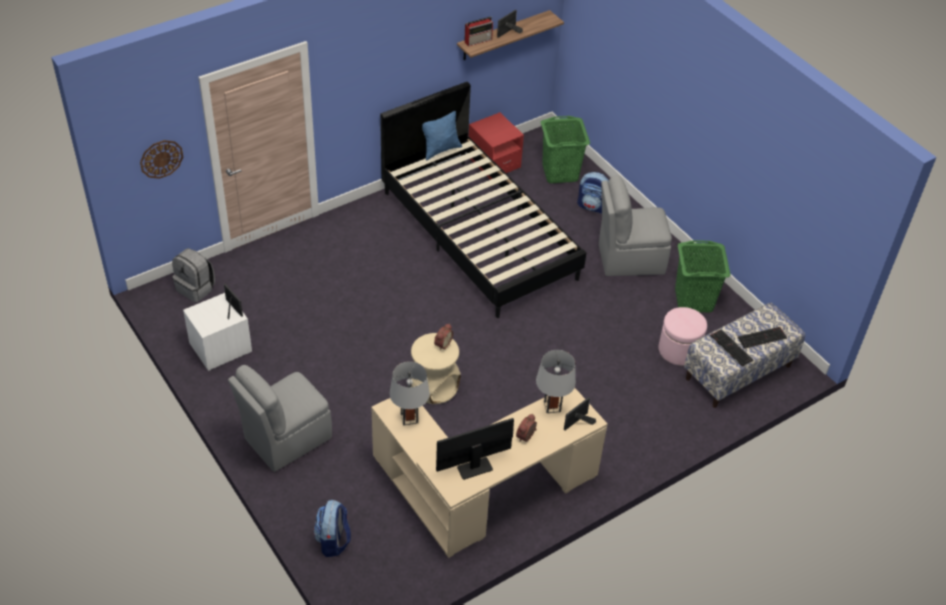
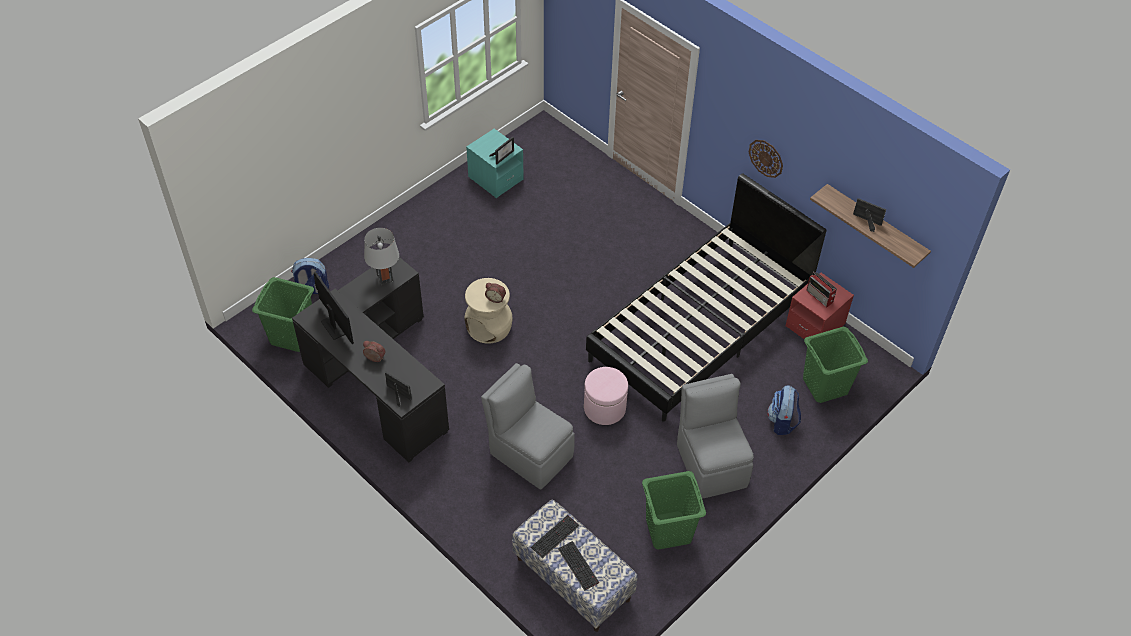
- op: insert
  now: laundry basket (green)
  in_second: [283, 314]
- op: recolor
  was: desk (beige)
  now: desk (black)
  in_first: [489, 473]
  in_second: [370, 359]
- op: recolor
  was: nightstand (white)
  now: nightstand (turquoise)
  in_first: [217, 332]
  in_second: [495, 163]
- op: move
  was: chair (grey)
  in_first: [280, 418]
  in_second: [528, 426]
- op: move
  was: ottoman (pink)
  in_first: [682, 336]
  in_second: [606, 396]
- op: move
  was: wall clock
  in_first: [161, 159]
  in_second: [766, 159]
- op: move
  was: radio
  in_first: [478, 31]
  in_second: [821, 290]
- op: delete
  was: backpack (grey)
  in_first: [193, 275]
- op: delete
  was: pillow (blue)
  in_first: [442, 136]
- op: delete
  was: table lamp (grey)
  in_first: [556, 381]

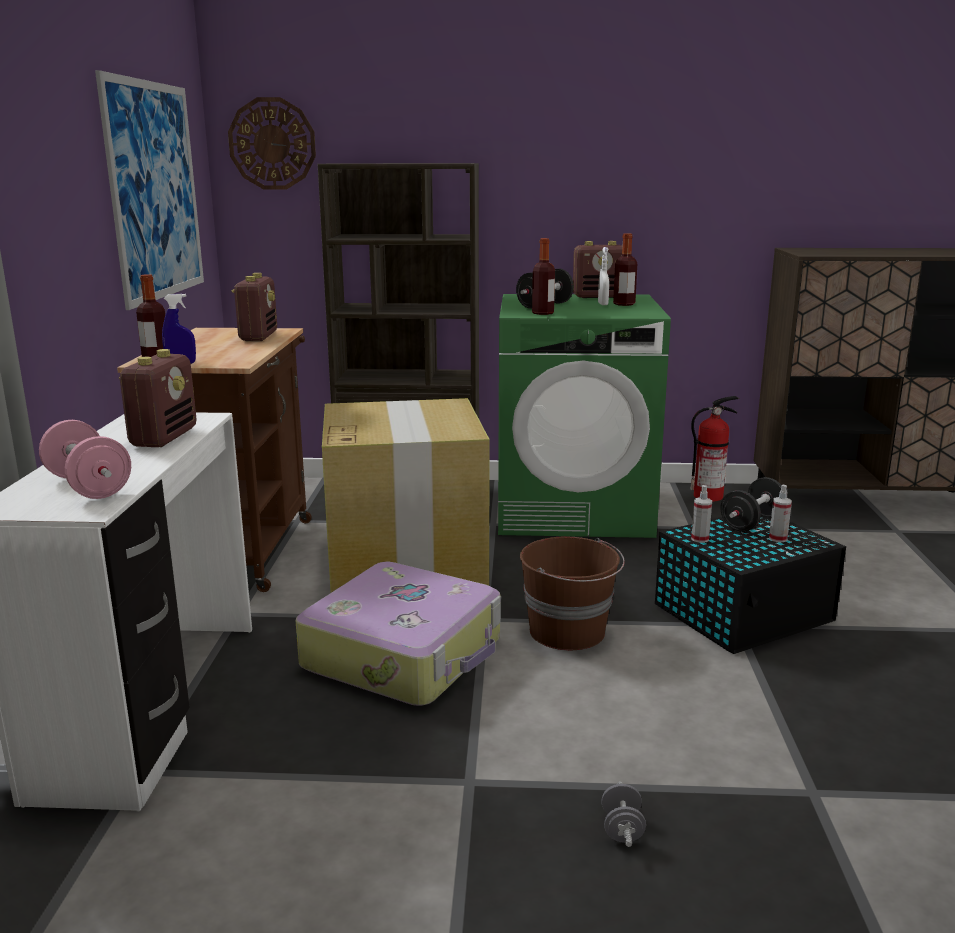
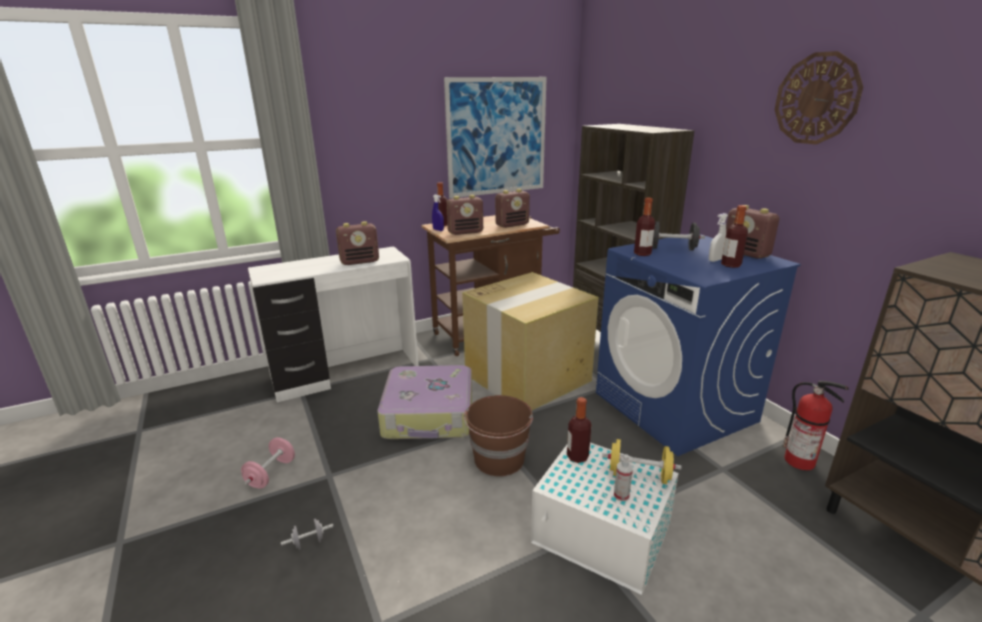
- op: move
  was: dumbbell (pink)
  in_first: [85, 459]
  in_second: [268, 462]
- op: insert
  now: radio
  in_second: [464, 215]
- op: recolor
  was: storage box (black)
  now: storage box (white)
  in_first: [750, 585]
  in_second: [605, 519]
- op: replace
  was: spray bottle
  now: bottle
  in_first: [701, 514]
  in_second: [579, 430]
- op: recolor
  was: washing machine (green)
  now: washing machine (blue)
  in_first: [584, 416]
  in_second: [698, 345]
- op: recolor
  was: dumbbell (black)
  now: dumbbell (yellow)
  in_first: [750, 504]
  in_second: [642, 461]
- op: move
  was: wall clock
  in_first: [272, 143]
  in_second: [819, 97]

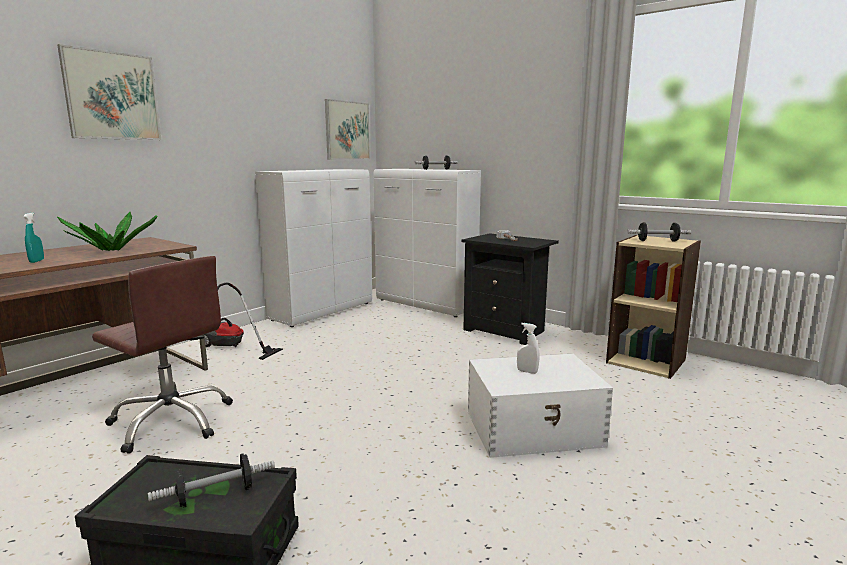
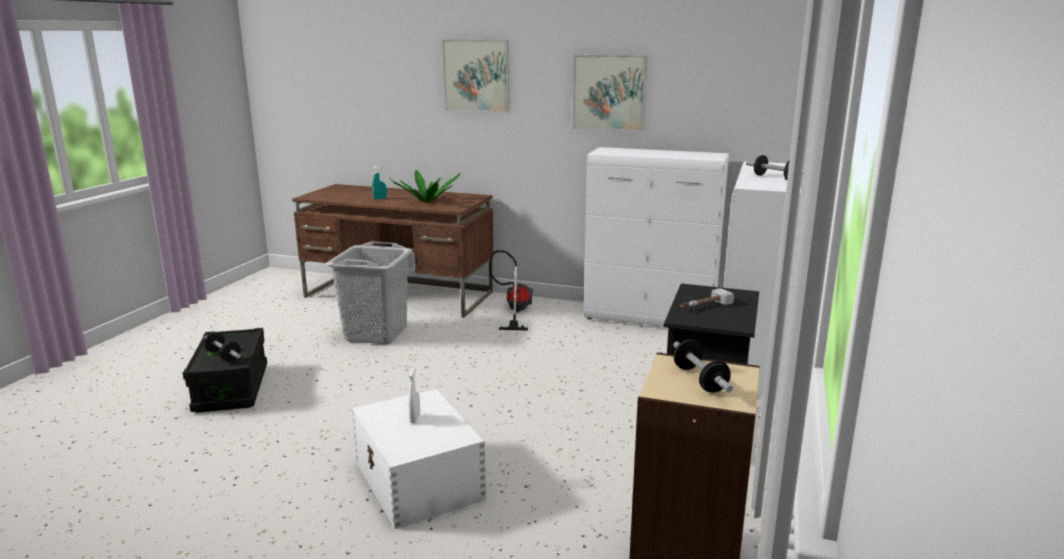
- op: replace
  was: office chair (brown)
  now: laundry basket (grey)
  in_first: [162, 355]
  in_second: [369, 292]
- op: move
  was: picture
  in_first: [347, 129]
  in_second: [609, 93]

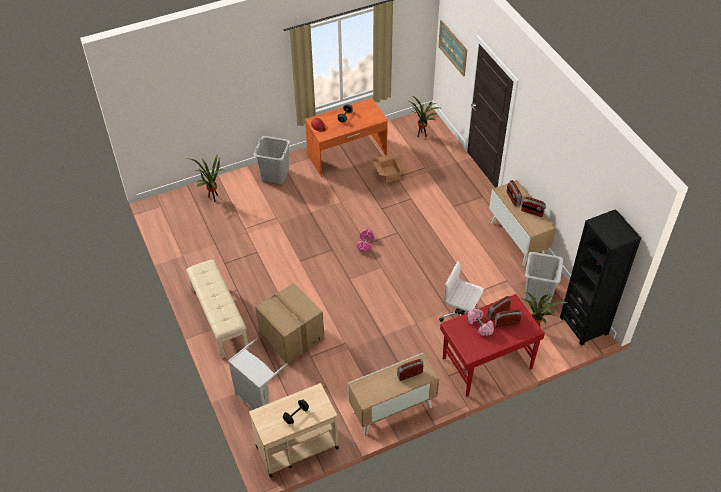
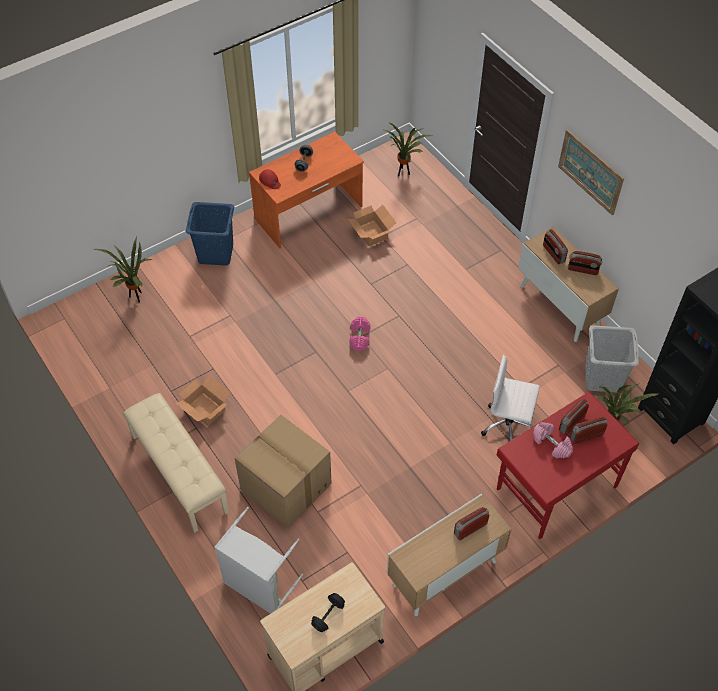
- op: insert
  now: cardboard box
  in_second: [203, 400]
- op: recolor
  was: laundry basket (grey)
  now: laundry basket (blue)
  in_first: [272, 160]
  in_second: [210, 234]
- op: move
  was: picture
  in_first: [452, 48]
  in_second: [591, 172]

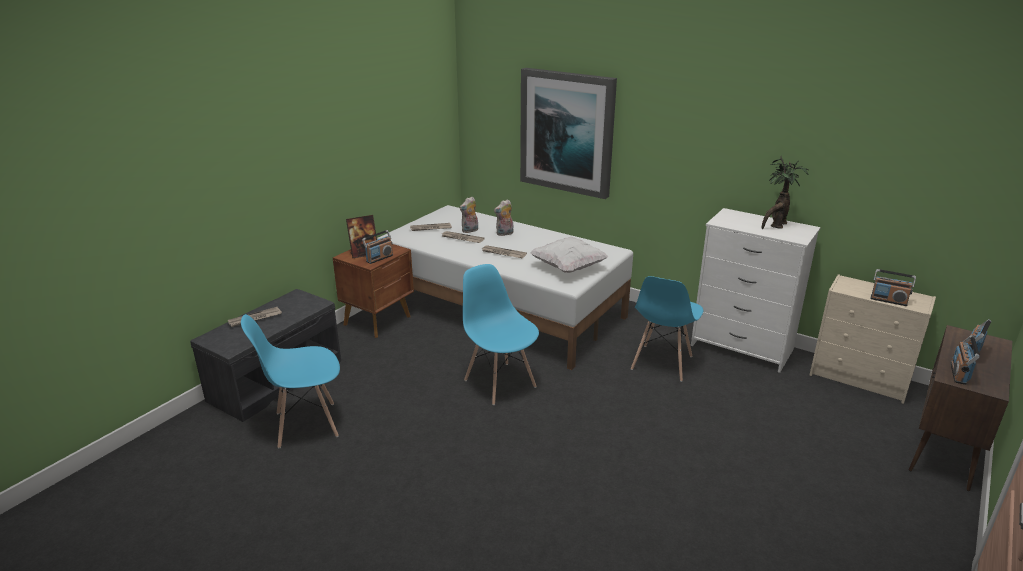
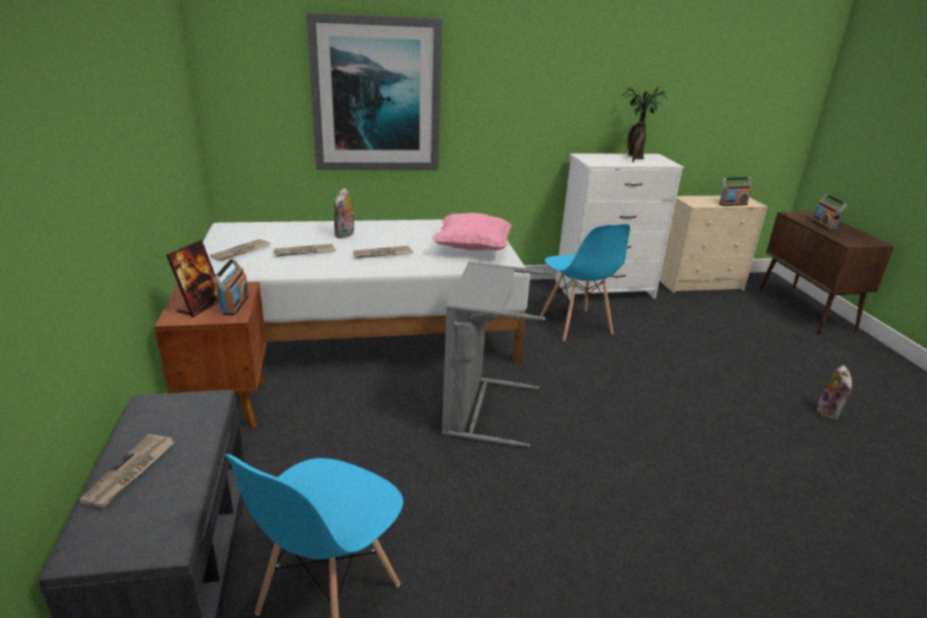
- op: recolor
  was: pillow (white)
  now: pillow (pink)
  in_first: [569, 255]
  in_second: [472, 232]
- op: replace
  was: chair (blue)
  now: laundry basket (grey)
  in_first: [501, 334]
  in_second: [497, 354]
- op: move
  was: plush toy
  in_first: [468, 214]
  in_second: [834, 392]
- op: delete
  was: radio
  in_first: [965, 360]

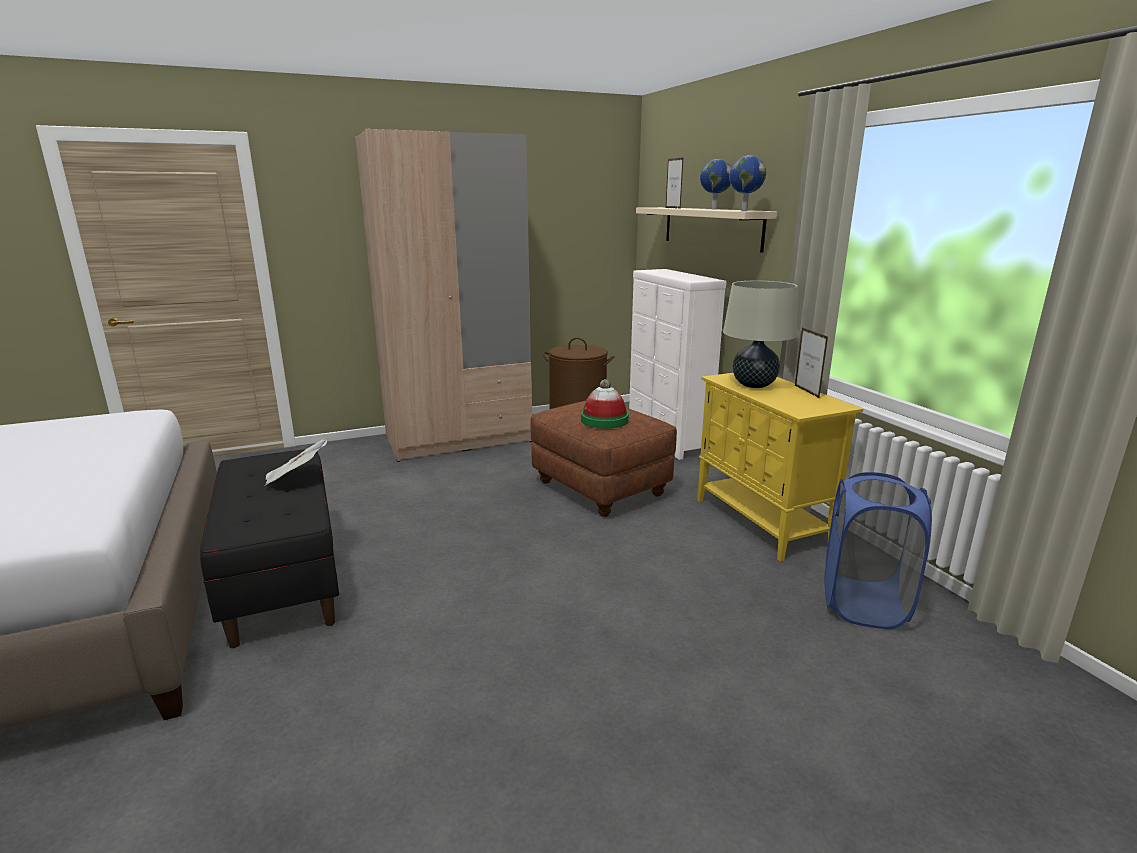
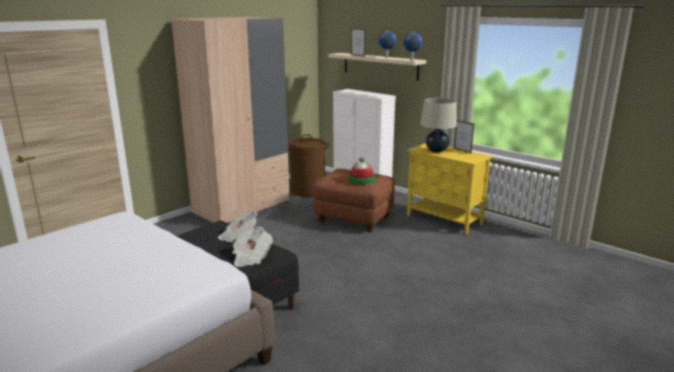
- op: insert
  now: newspaper
  in_second: [252, 247]
- op: delete
  was: laundry basket (blue)
  in_first: [878, 550]

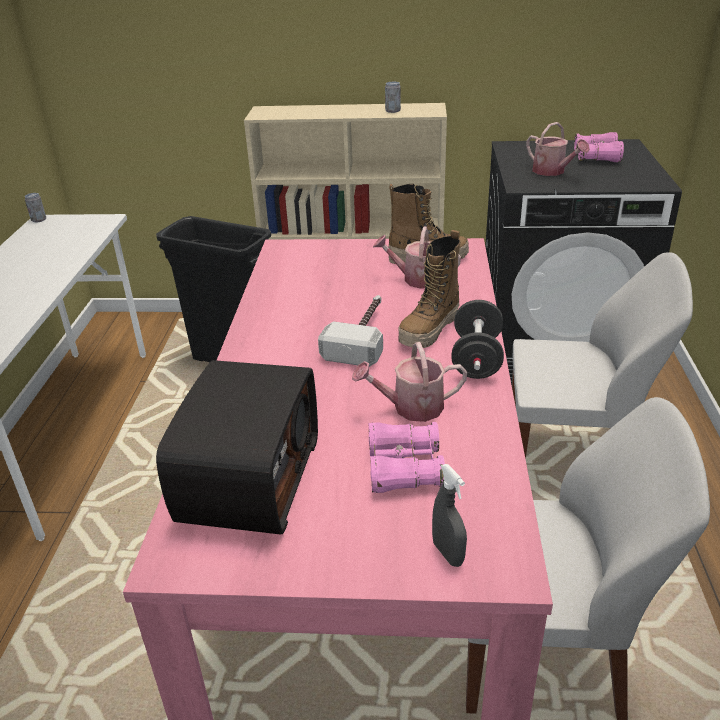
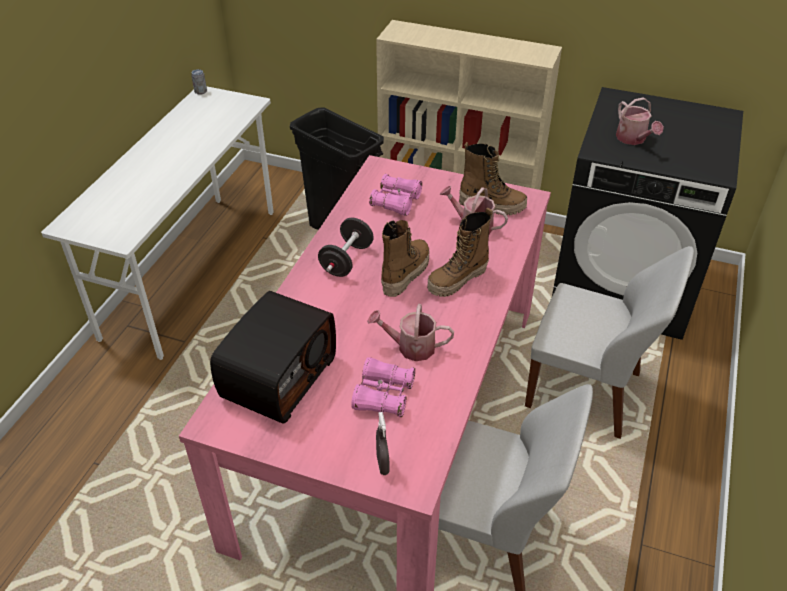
- op: move
  was: dumbbell (black)
  in_first: [477, 339]
  in_second: [346, 247]
- op: move
  was: binoculars (pink)
  in_first: [599, 147]
  in_second: [395, 195]
- op: replace
  was: hammer
  now: boot
  in_first: [350, 331]
  in_second: [405, 258]
- op: delete
  was: can
  in_first: [393, 97]

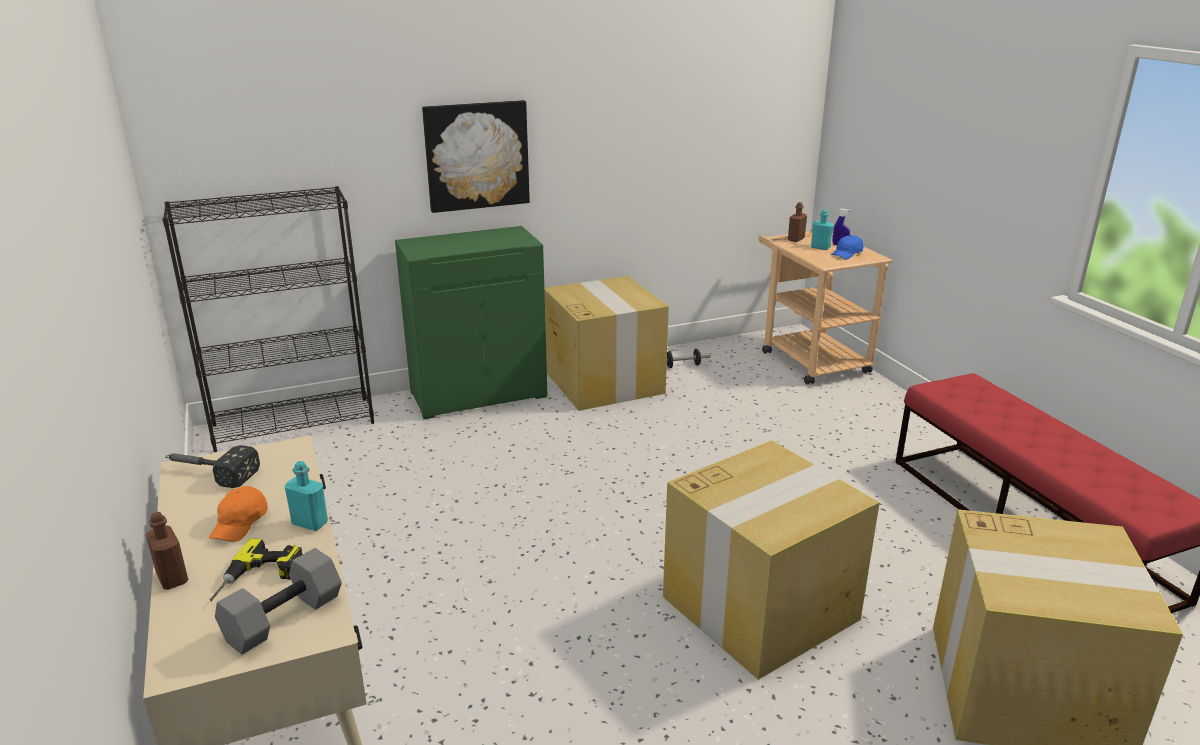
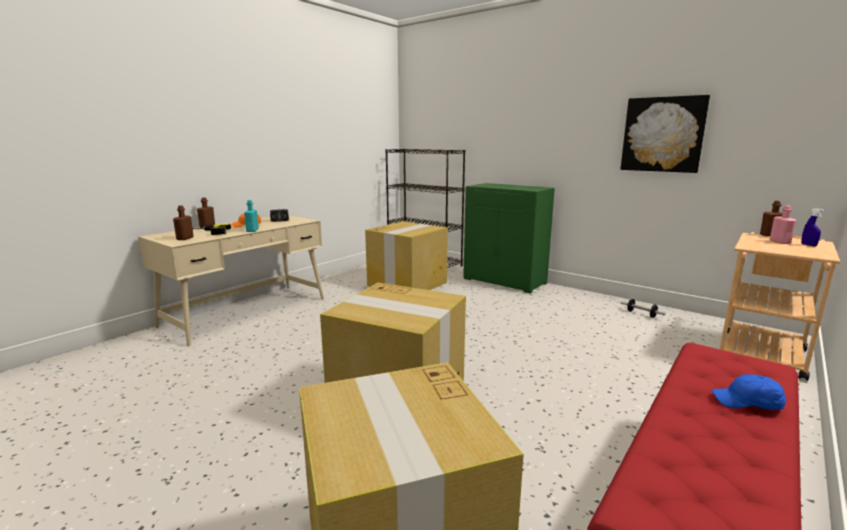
- op: replace
  was: dumbbell (grey)
  now: bottle (brown)
  in_first: [278, 601]
  in_second: [183, 222]
- op: move
  was: cardboard box
  in_first: [606, 343]
  in_second: [406, 255]
- op: move
  was: picture
  in_first: [476, 156]
  in_second: [665, 134]
- op: move
  was: cap (blue)
  in_first: [847, 247]
  in_second: [748, 392]
- op: recolor
  was: bottle (turquoise)
  now: bottle (pink)
  in_first: [822, 230]
  in_second: [783, 224]

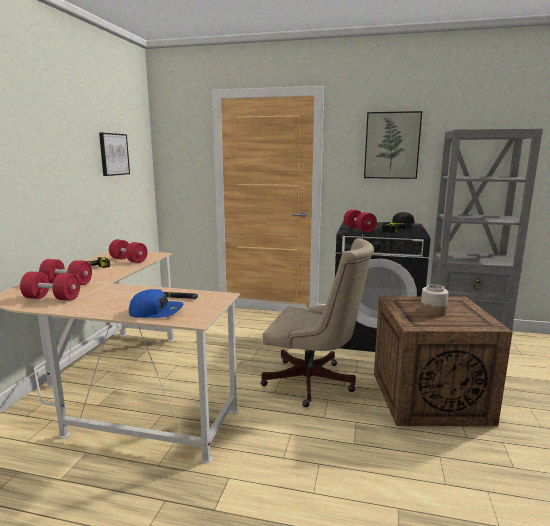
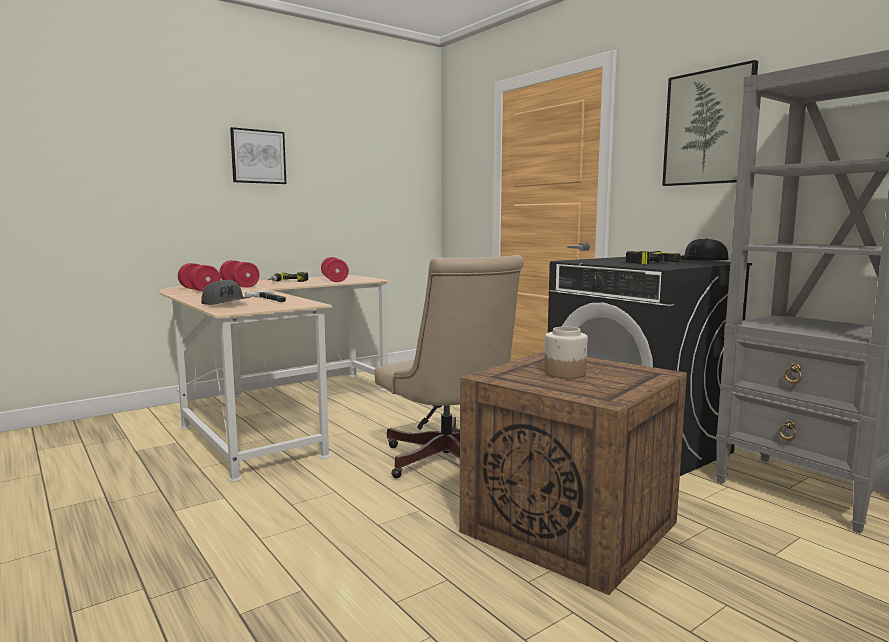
- op: recolor
  was: cap (blue)
  now: cap (grey)
  in_first: [156, 303]
  in_second: [225, 292]
- op: move
  was: picture
  in_first: [114, 154]
  in_second: [258, 155]
- op: delete
  was: dumbbell (red)
  in_first: [360, 220]

